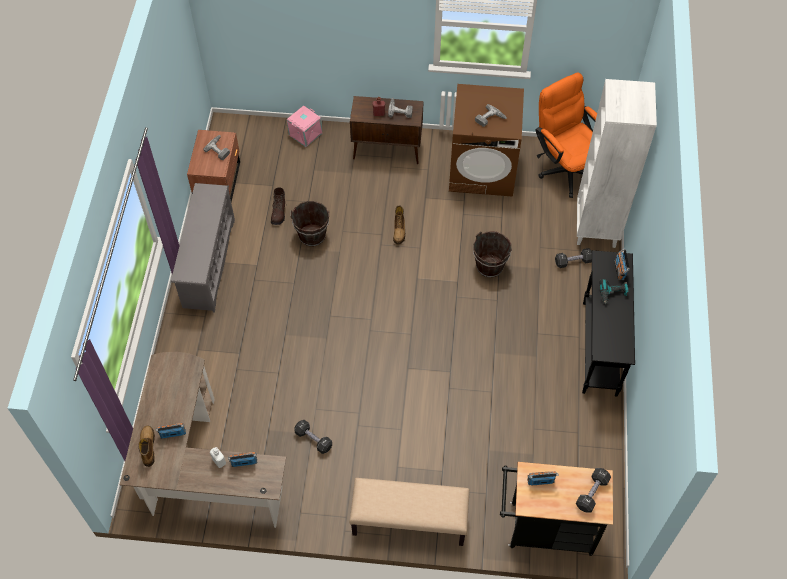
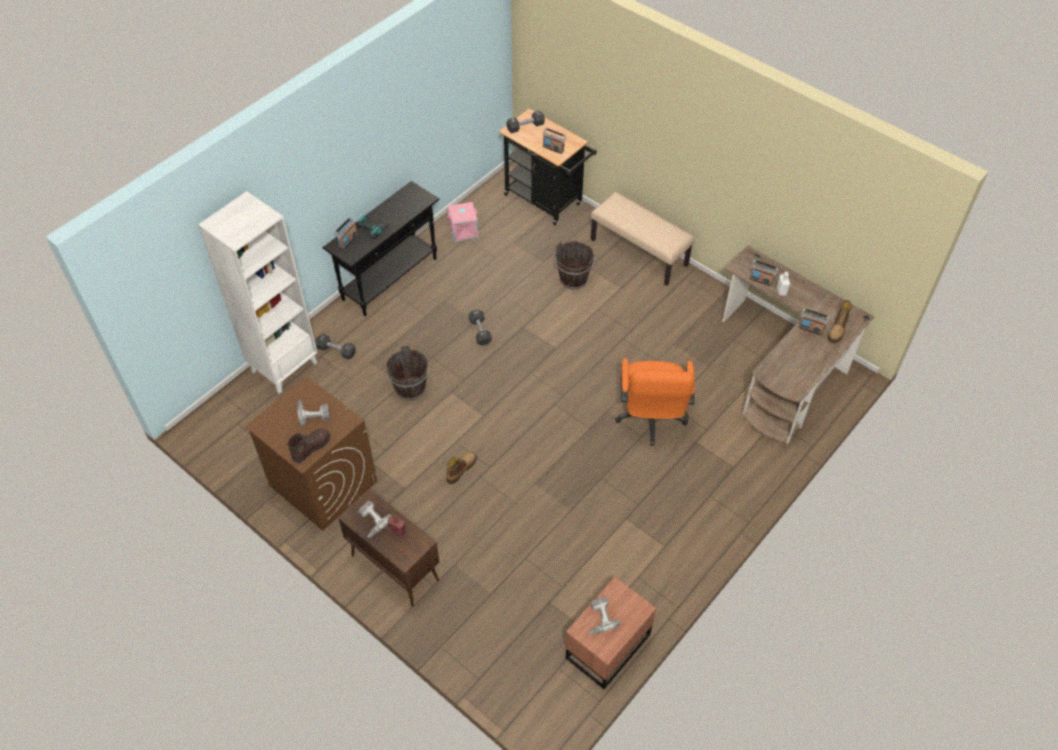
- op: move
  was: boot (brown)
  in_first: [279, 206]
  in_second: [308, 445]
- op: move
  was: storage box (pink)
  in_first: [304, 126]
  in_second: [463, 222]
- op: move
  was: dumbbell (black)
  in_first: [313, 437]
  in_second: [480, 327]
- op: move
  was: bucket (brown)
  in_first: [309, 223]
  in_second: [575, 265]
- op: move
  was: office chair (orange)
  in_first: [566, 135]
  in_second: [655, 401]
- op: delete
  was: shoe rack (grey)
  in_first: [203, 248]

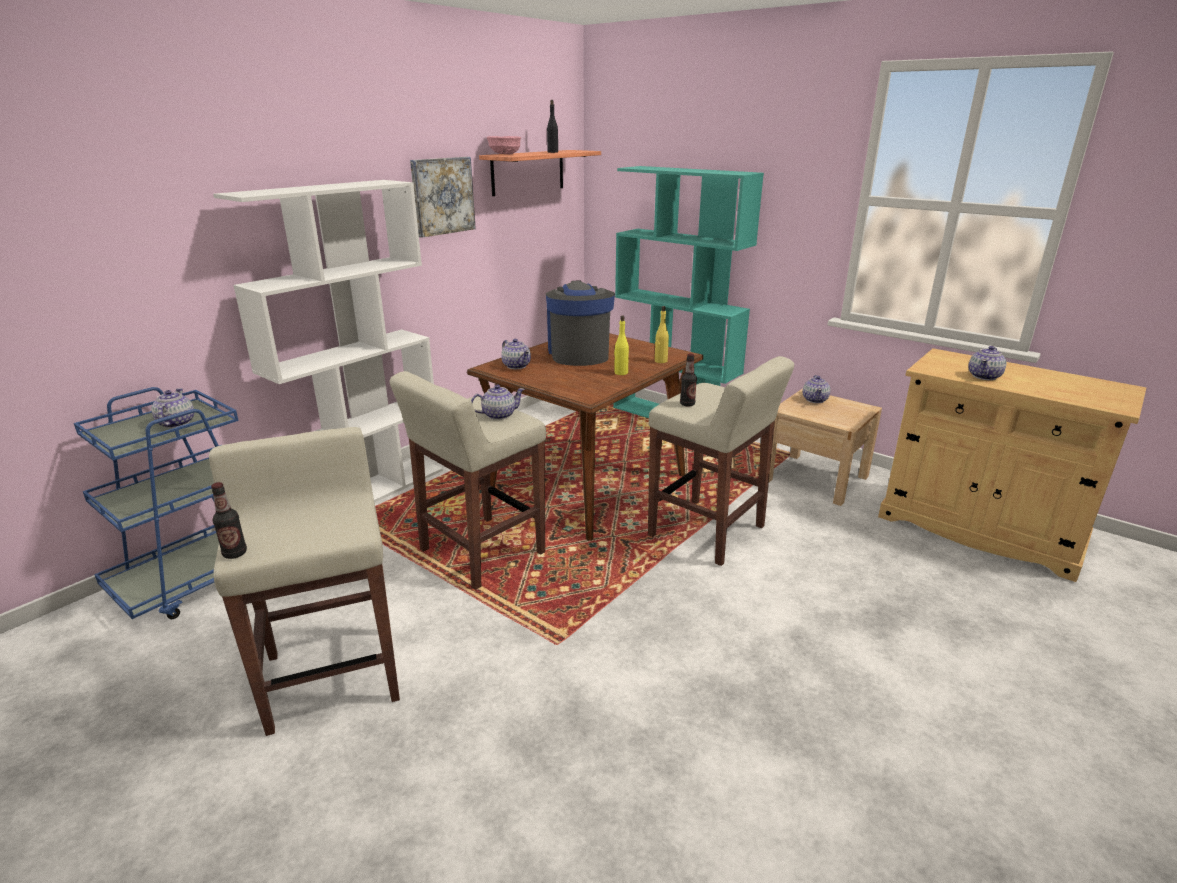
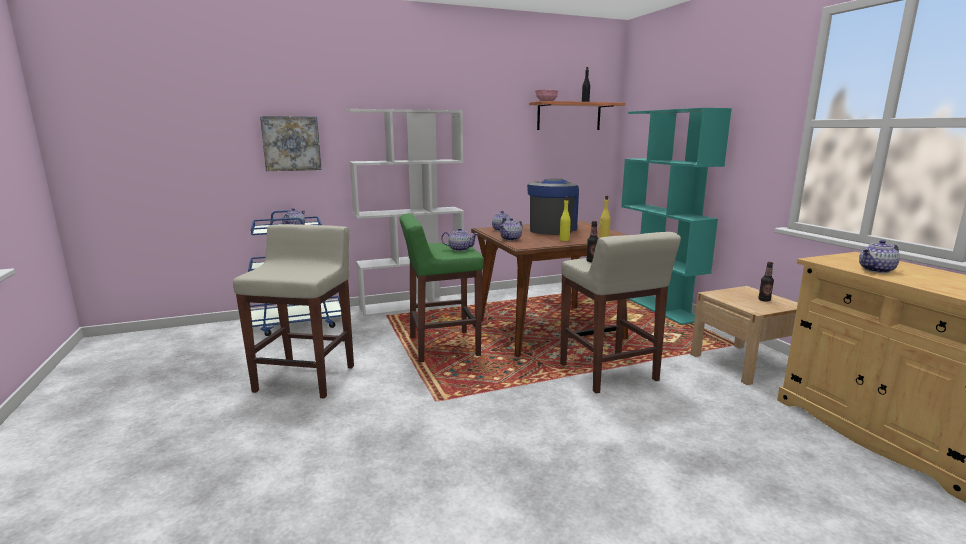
- op: move
  was: picture
  in_first: [443, 197]
  in_second: [290, 143]
- op: recolor
  was: stool (beige)
  now: stool (green)
  in_first: [468, 480]
  in_second: [441, 288]
- op: move
  was: teapot
  in_first: [817, 389]
  in_second: [511, 229]
- op: move
  was: bottle
  in_first: [229, 520]
  in_second: [766, 282]

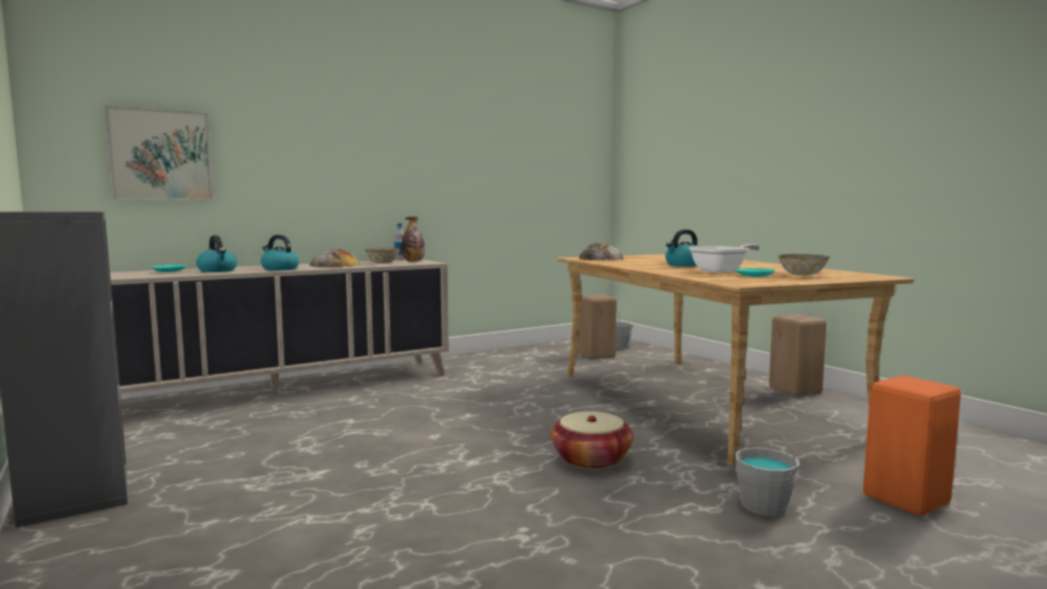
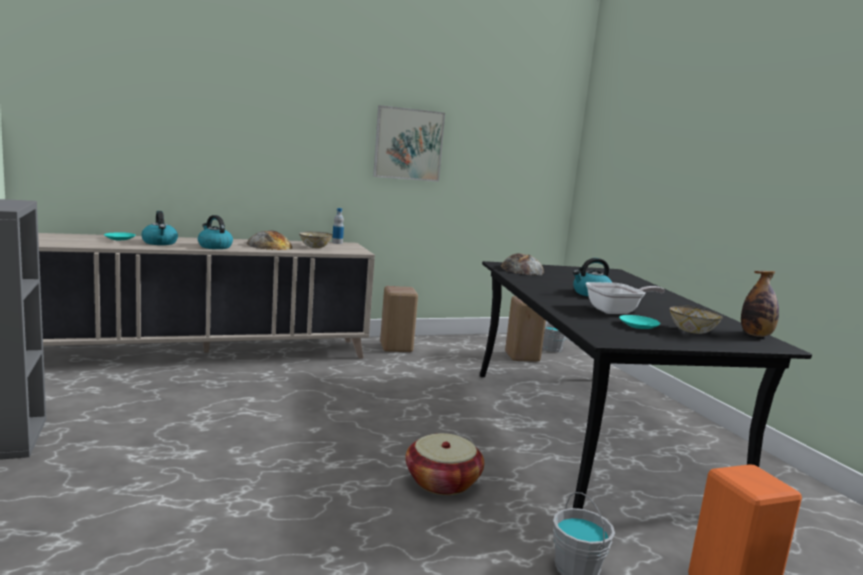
- op: move
  was: picture
  in_first: [158, 152]
  in_second: [409, 143]
- op: move
  was: stool (beige)
  in_first: [798, 355]
  in_second: [399, 319]
- op: recolor
  was: dining table (beige)
  now: dining table (black)
  in_first: [735, 360]
  in_second: [646, 385]
- op: move
  was: bottle
  in_first: [413, 239]
  in_second: [760, 304]

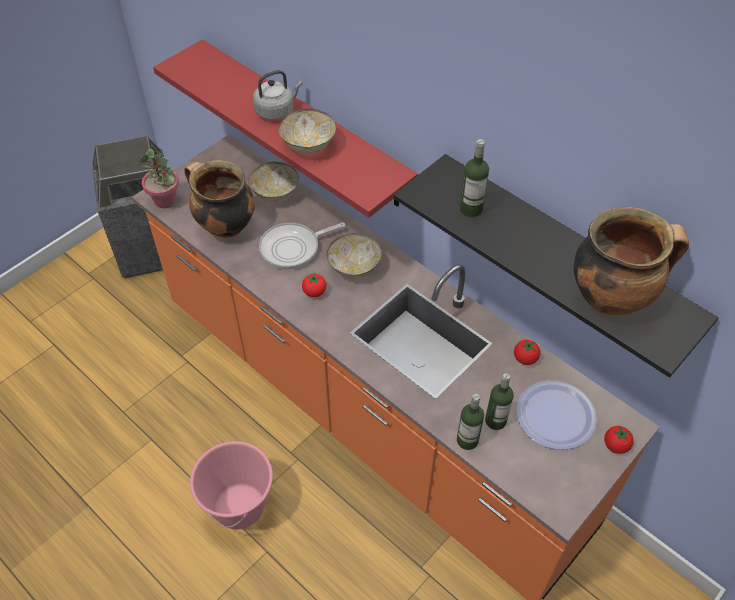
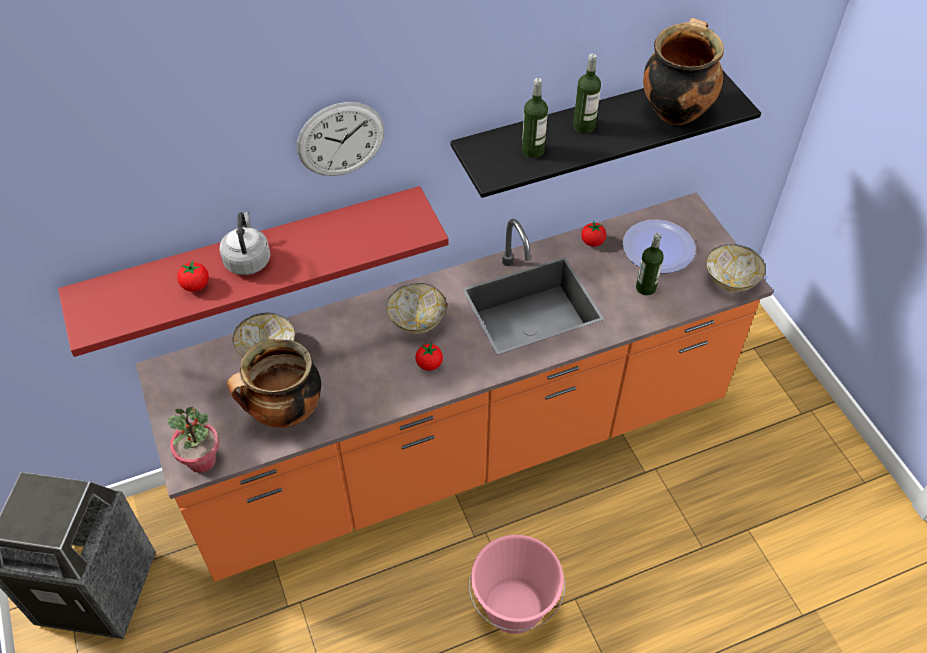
- op: move
  was: tomato
  in_first: [619, 440]
  in_second: [193, 276]
- op: insert
  now: wall clock
  in_second: [340, 139]
- op: move
  was: bottle
  in_first: [470, 422]
  in_second: [587, 93]
- op: move
  was: bowl
  in_first: [307, 131]
  in_second: [736, 268]
- op: delete
  was: frying pan
  in_first: [302, 246]

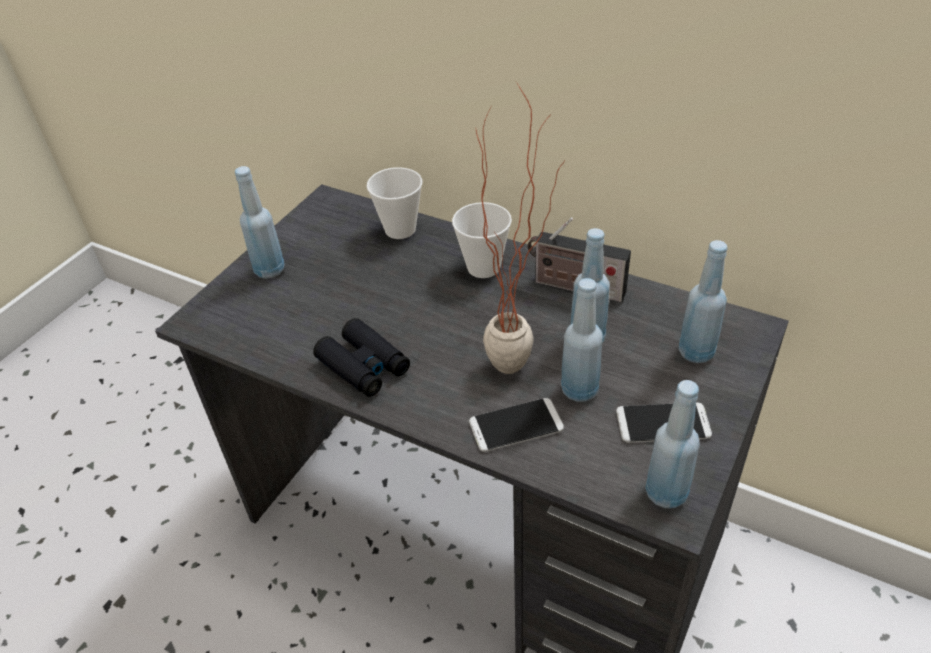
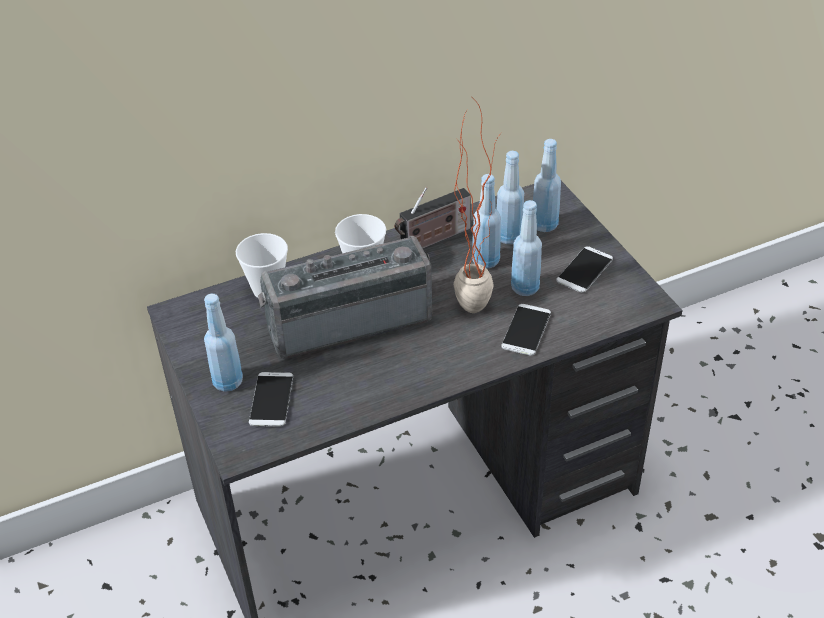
- op: insert
  now: phone
  in_second: [271, 399]
- op: insert
  now: radio
  in_second: [345, 297]
- op: move
  was: bottle (blue)
  in_first: [672, 444]
  in_second: [510, 197]
- op: delete
  was: binoculars (black)
  in_first: [361, 357]

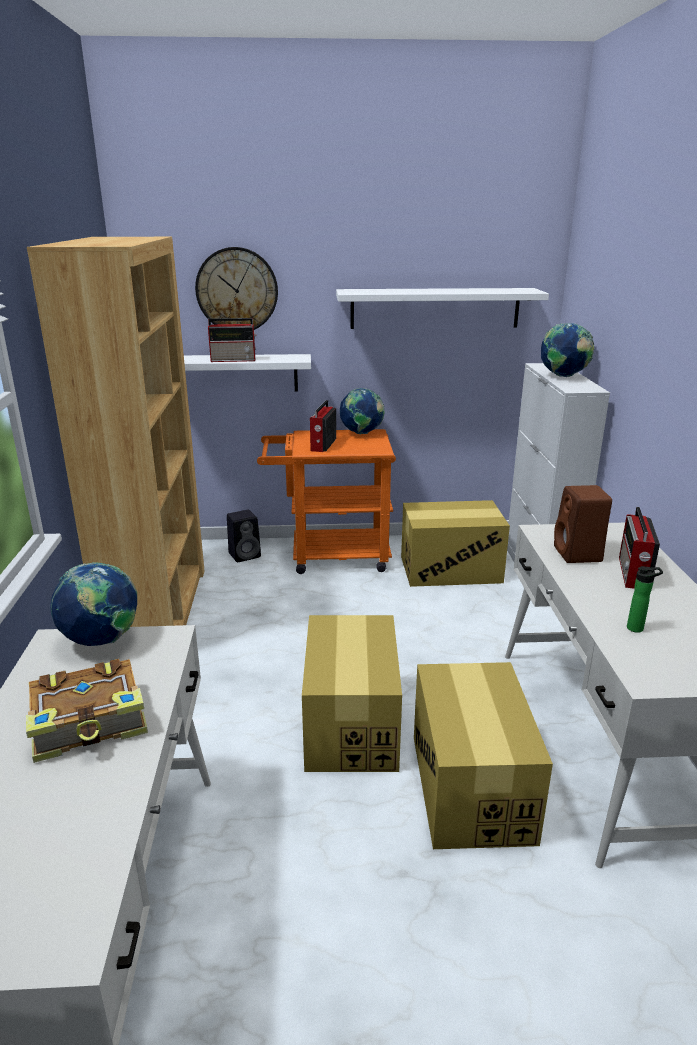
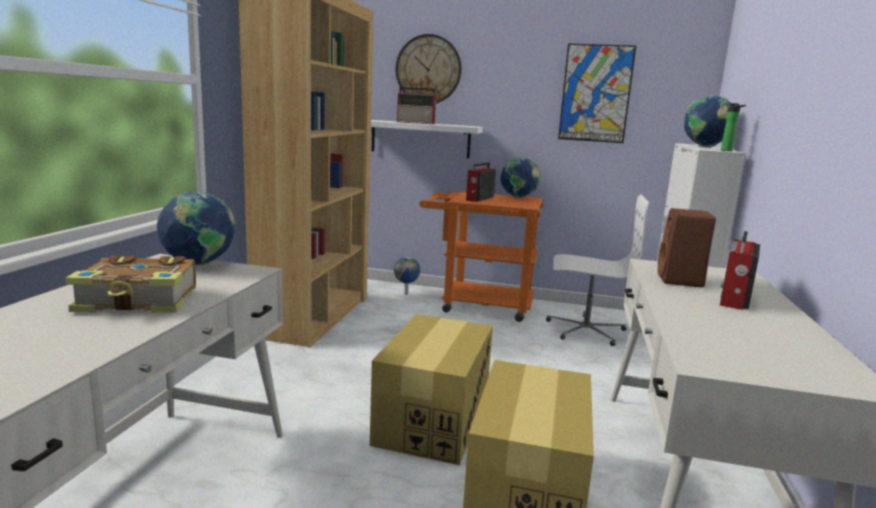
- op: replace
  was: speaker (black)
  now: globe
  in_first: [244, 536]
  in_second: [407, 276]
- op: replace
  was: cardboard box
  now: office chair (white)
  in_first: [455, 543]
  in_second: [597, 270]
- op: replace
  was: shelf (white)
  now: picture
  in_first: [442, 308]
  in_second: [597, 93]
- op: move
  was: bottle
  in_first: [645, 599]
  in_second: [733, 127]

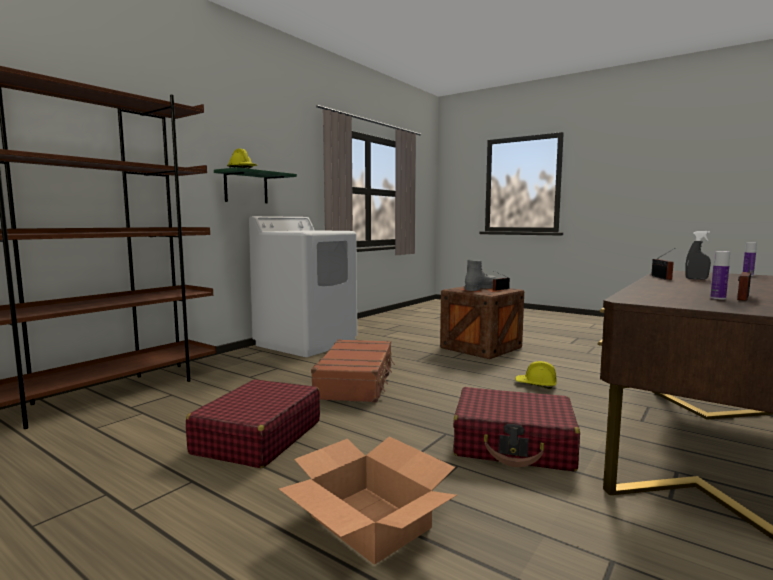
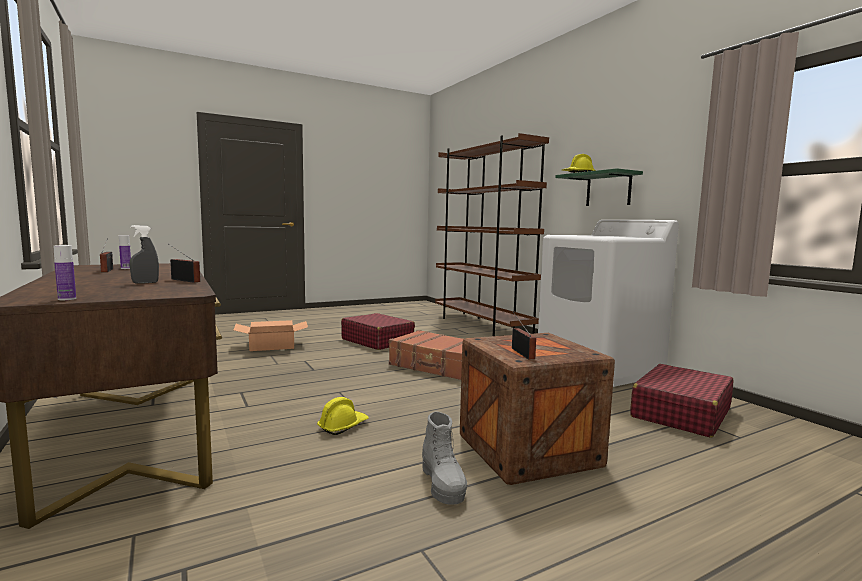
- op: move
  was: boot (grey)
  in_first: [480, 275]
  in_second: [444, 458]
- op: move
  was: suitcase (red)
  in_first: [516, 429]
  in_second: [681, 401]

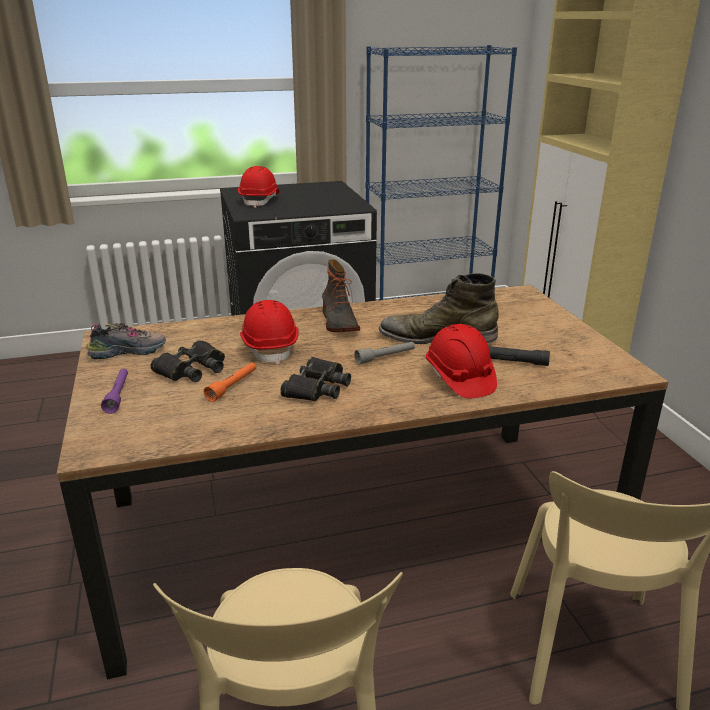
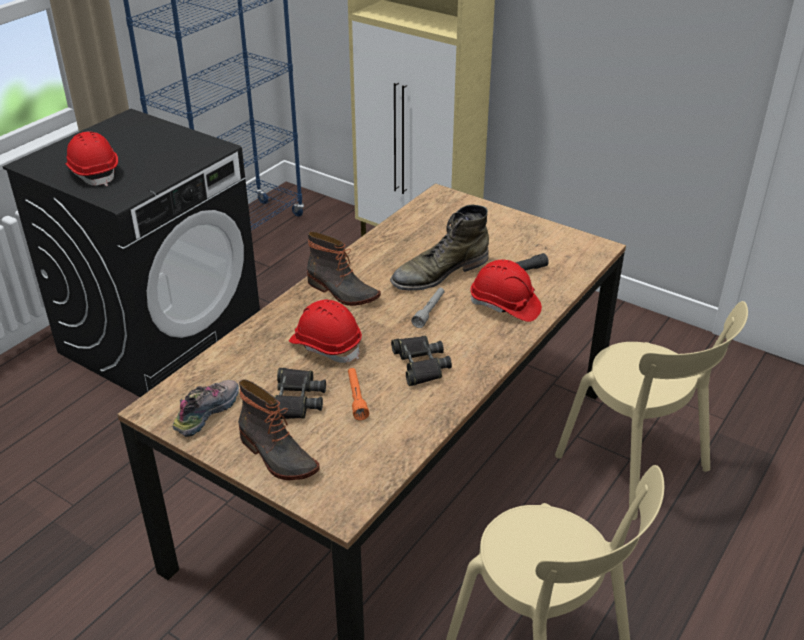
- op: replace
  was: flashlight (purple)
  now: boot
  in_first: [114, 391]
  in_second: [279, 429]

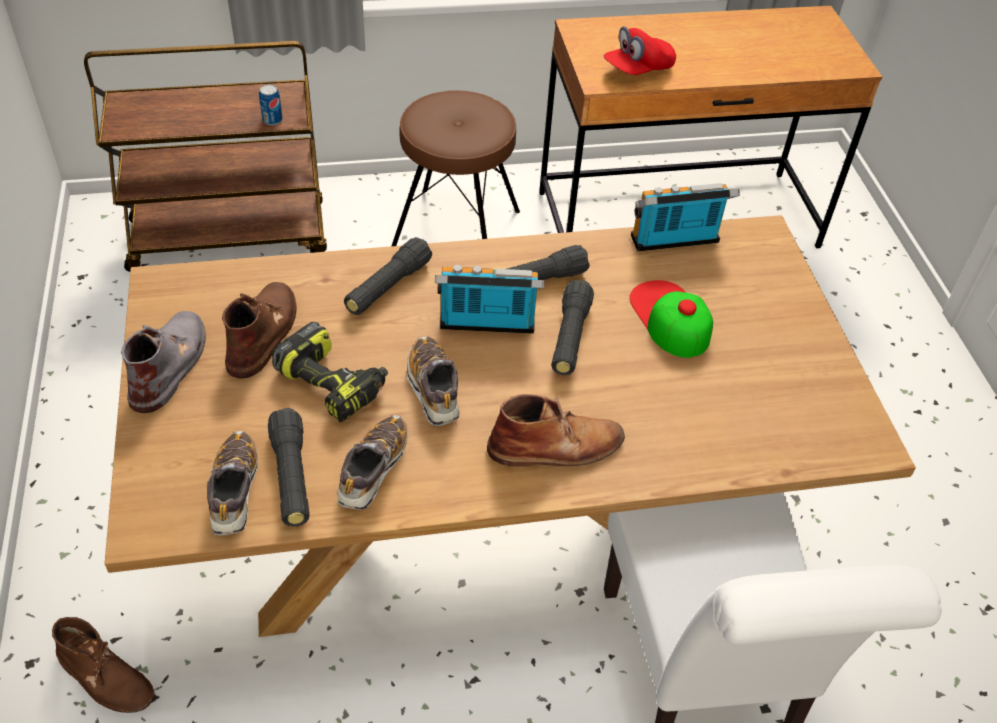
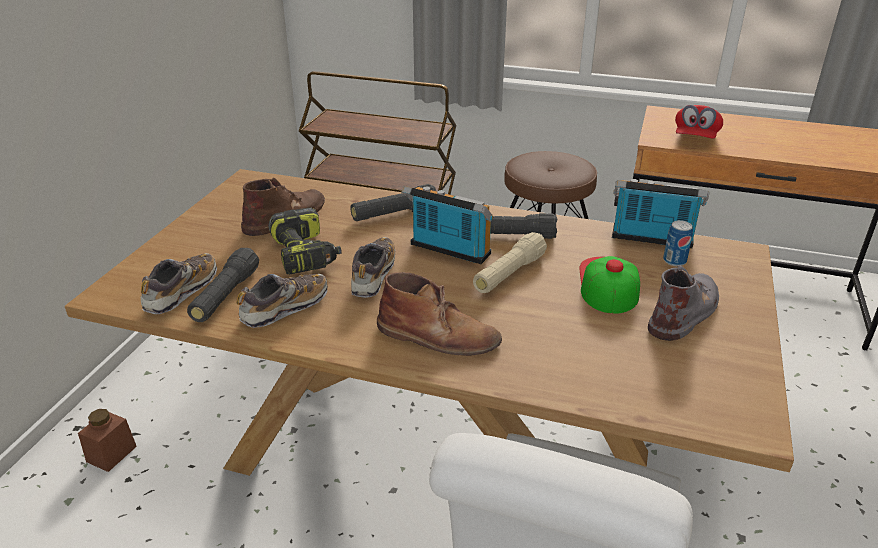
- op: replace
  was: boot (brown)
  now: jar (brown)
  in_first: [103, 665]
  in_second: [107, 440]
- op: recolor
  was: flashlight (black)
  now: flashlight (beige)
  in_first: [572, 327]
  in_second: [510, 262]
- op: move
  was: boot (grey)
  in_first: [163, 362]
  in_second: [683, 303]
- op: move
  was: can
  in_first: [271, 105]
  in_second: [678, 243]
- op: rotate
  was: cap (red)
  in_first: [640, 50]
  in_second: [699, 122]
  clockwise: -60

